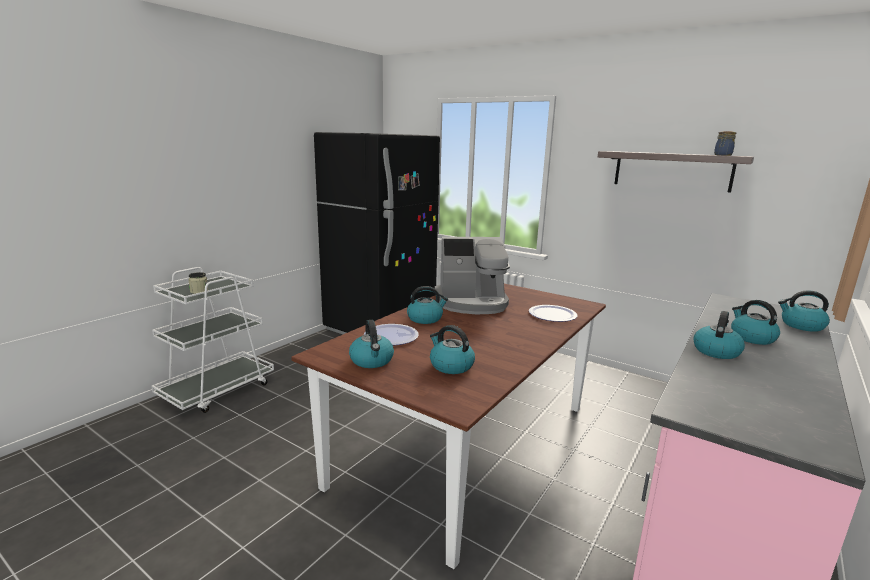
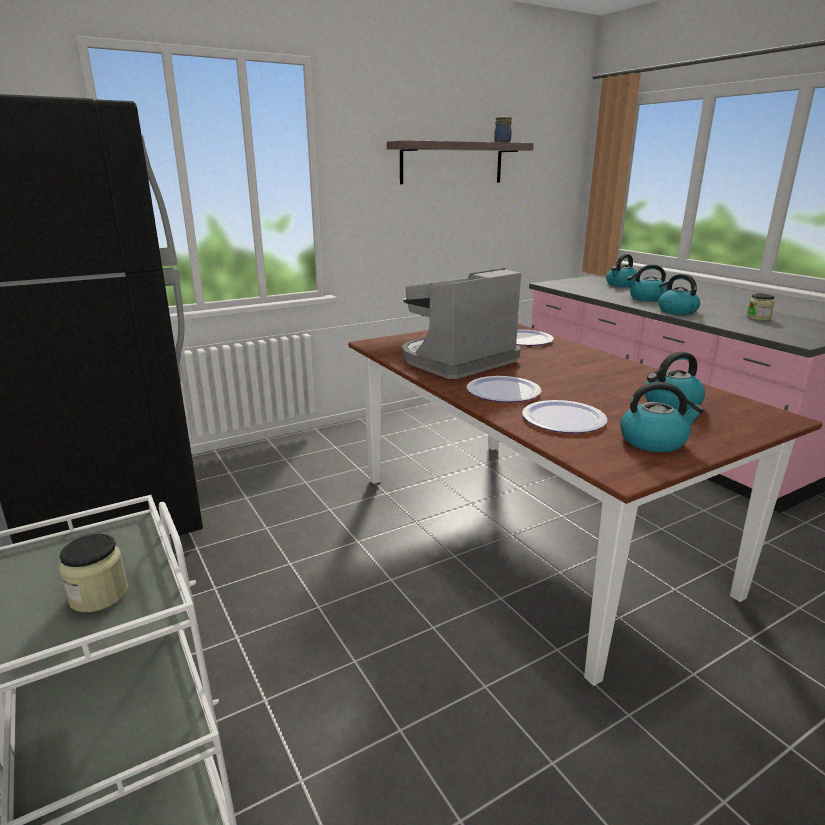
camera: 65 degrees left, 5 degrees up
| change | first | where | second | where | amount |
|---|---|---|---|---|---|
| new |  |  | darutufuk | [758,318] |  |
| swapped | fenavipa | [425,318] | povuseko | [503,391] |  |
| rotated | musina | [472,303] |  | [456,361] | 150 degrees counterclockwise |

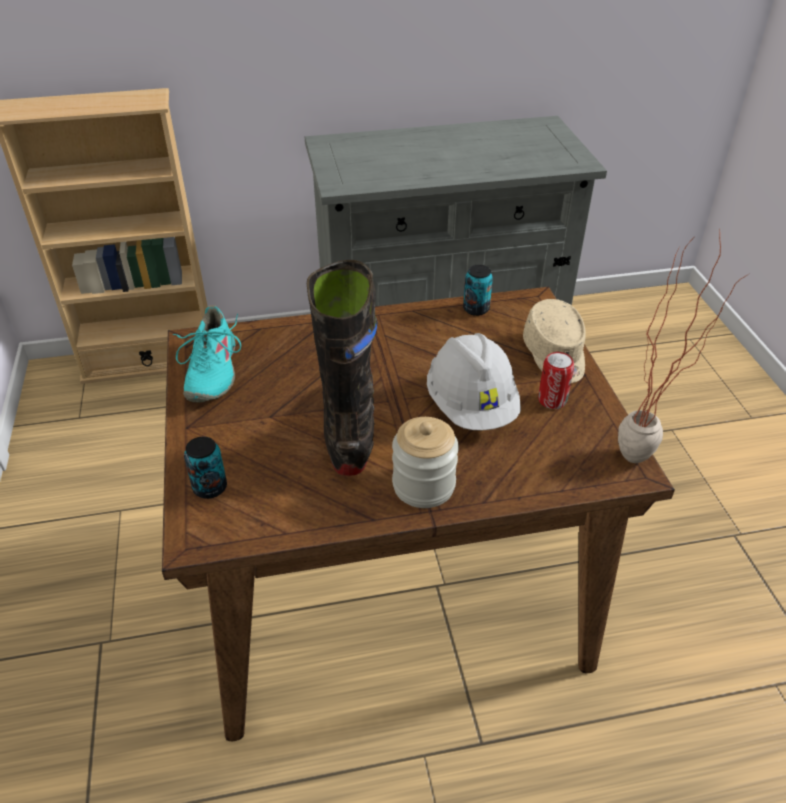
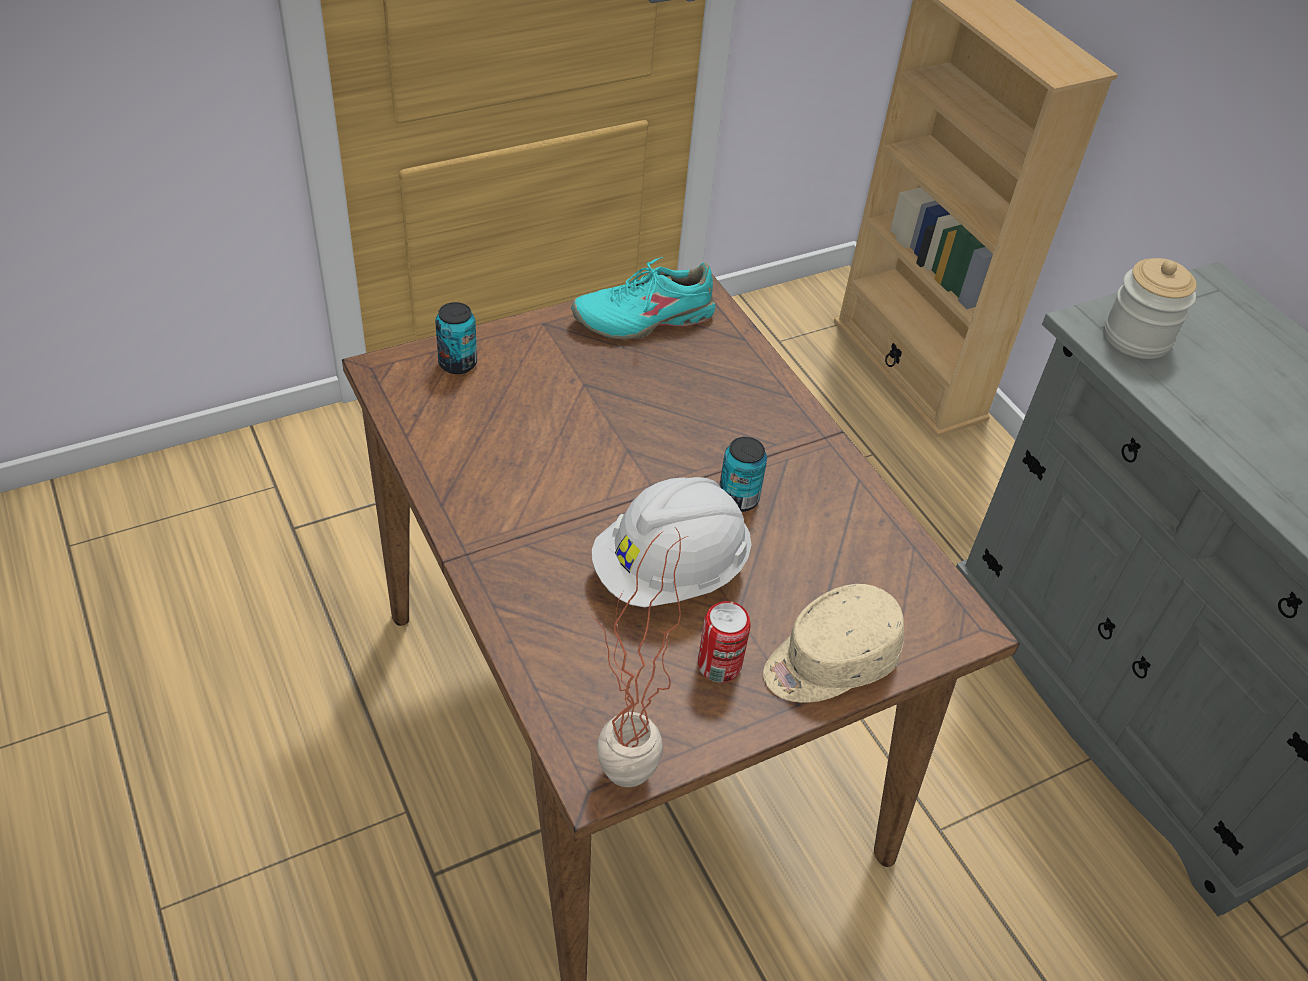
camera: 70 degrees right, 5 degrees up
| change | first | where | second | where | amount |
|---|---|---|---|---|---|
| gone | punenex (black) | [350,430] |  |  |  |
| shifted | darutufuk | [423,485] |  | [1136,338] |  |
| shifted | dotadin | [476,309] |  | [738,499] |  |

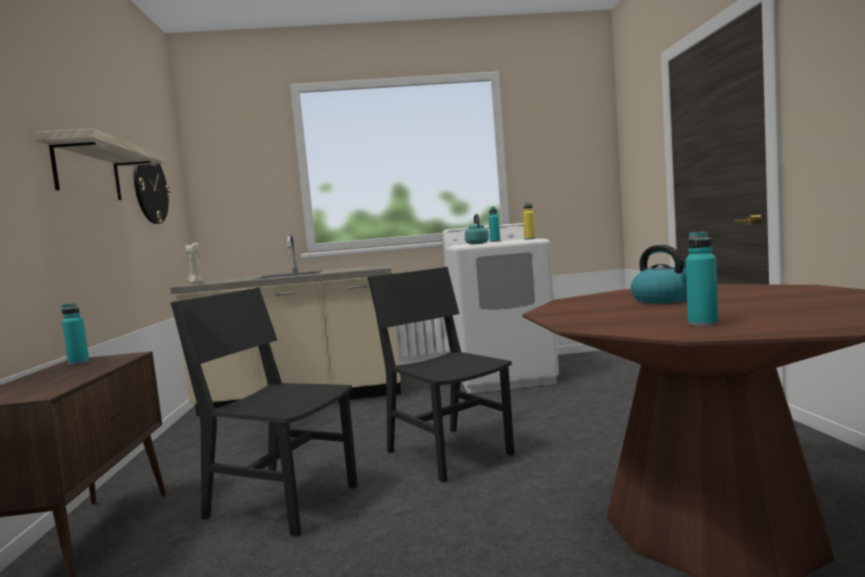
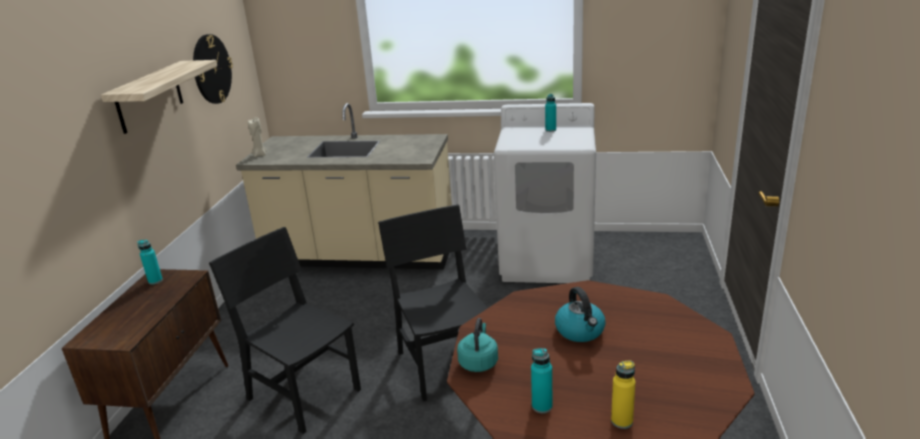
camera: 15 degrees right, 20 degrees up
| change | first | where | second | where | amount |
|---|---|---|---|---|---|
| shifted | fenavipa (turquoise) | [477,244] |  | [478,362] |  |
| shifted | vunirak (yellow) | [529,239] |  | [622,421] |  |

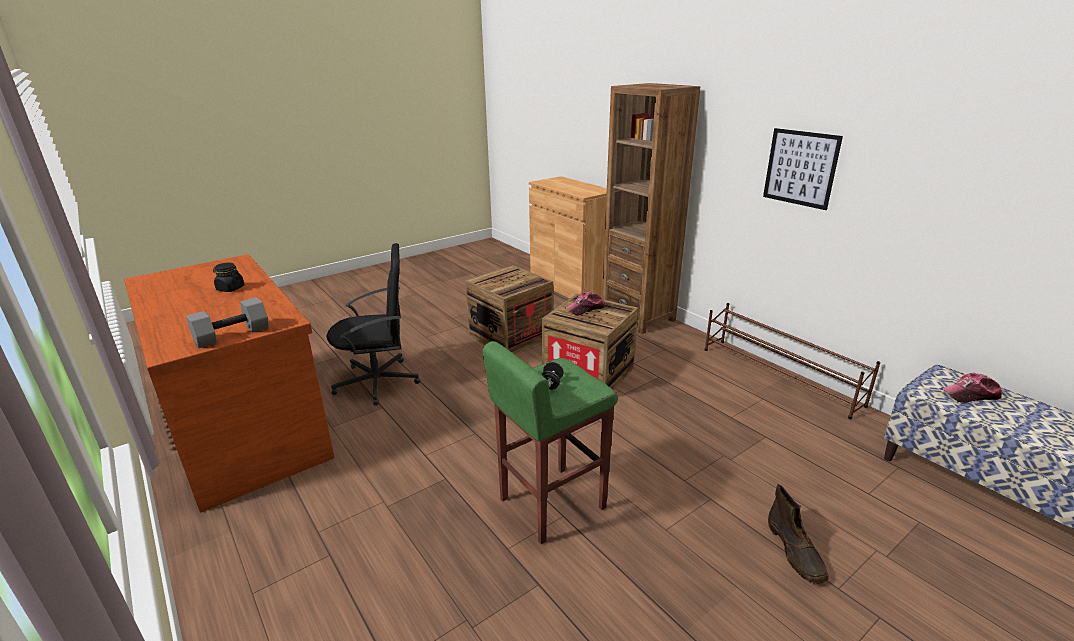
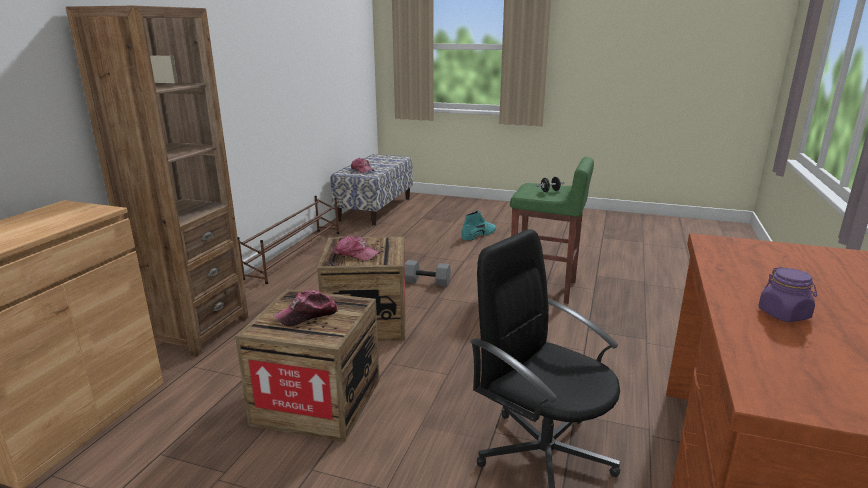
camera: 125 degrees left, 5 degrees down
| change | first | where | second | where | amount |
|---|---|---|---|---|---|
| gone | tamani | [800,168] |  |  |  |
| new |  |  | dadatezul | [307,315] |  |
| shifted | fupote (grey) | [232,335] |  | [427,282] |  |
| repainted | darutufuk (black) | [230,288] | darutufuk (purple) | [784,314] |  |
| repainted | punenex (brown) | [795,552] | punenex (turquoise) | [479,234] |  |

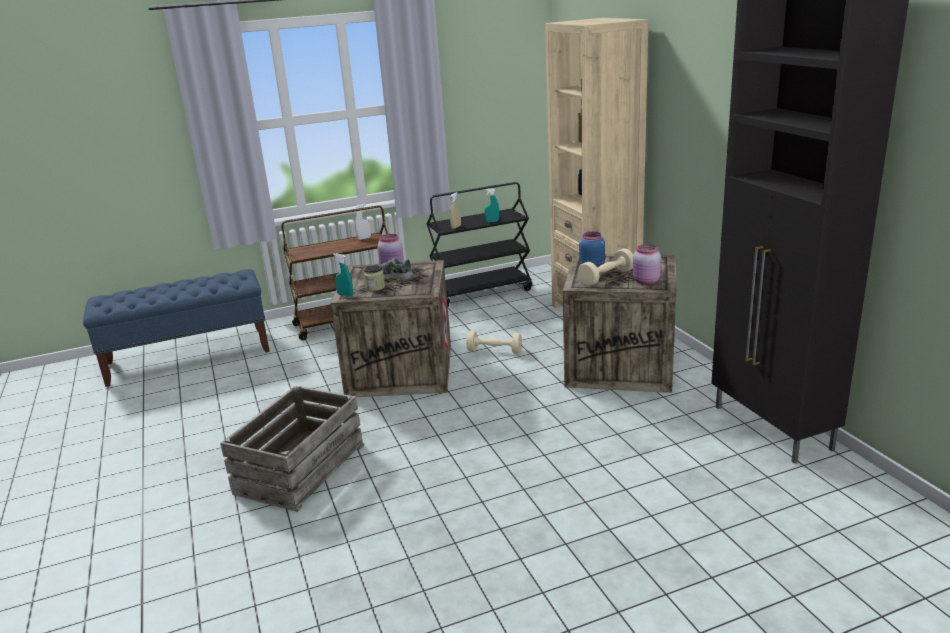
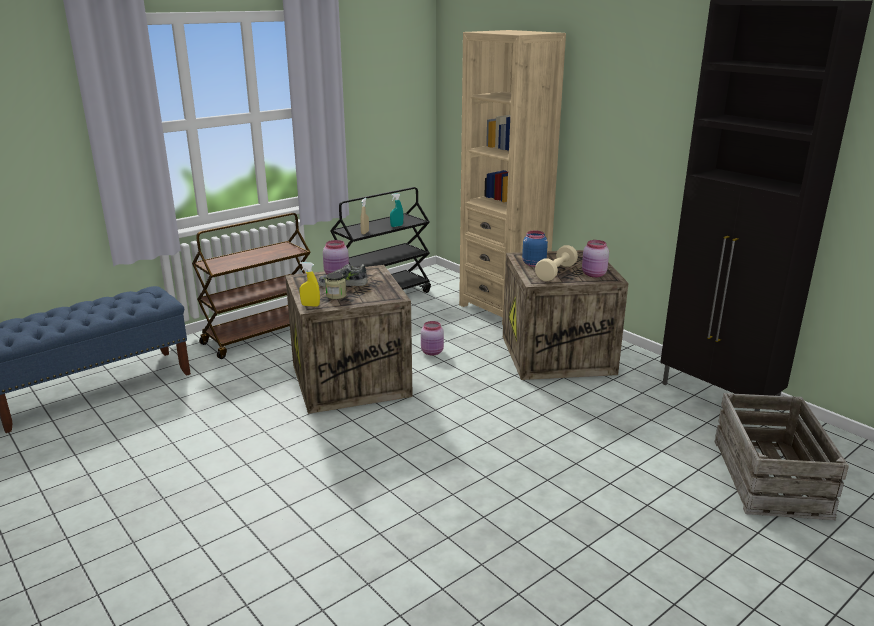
camera: 20 degrees left, 0 degrees up
| change | first | where | second | where | amount |
|---|---|---|---|---|---|
| gone | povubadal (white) | [364,238] |  |  |  |
| shifted | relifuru | [299,468] |  | [768,477] |  |
| swapped | fupote (beige) | [494,351] | darutufuk (pink) | [432,352] |  |
| repainted | povubadal (turquoise) | [345,295] | povubadal (yellow) | [310,305] |  |

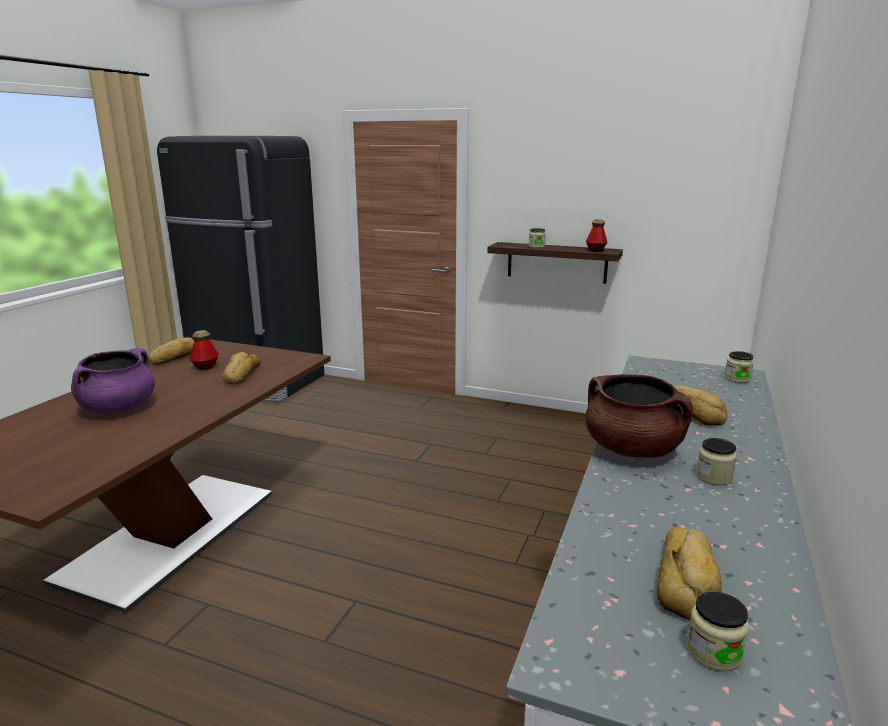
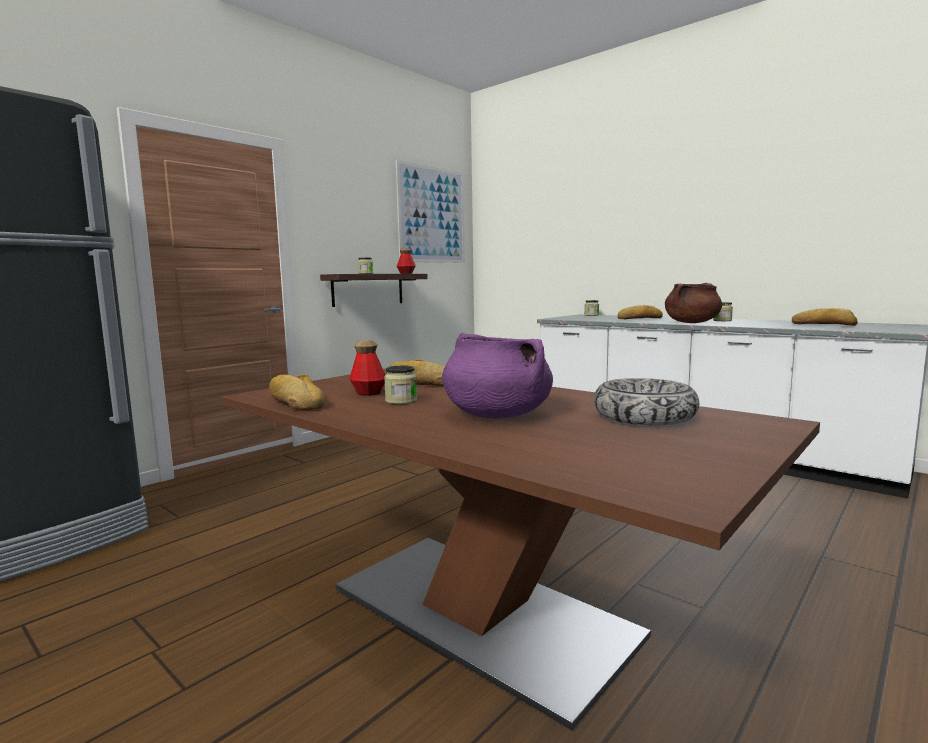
camera: 70 degrees left, 10 degrees down
| change | first | where | second | where | amount |
|---|---|---|---|---|---|
| new |  |  | tamani | [432,215] |  |
| new |  |  | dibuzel | [644,416] |  |
| shifted | darutufuk | [713,652] |  | [401,401] |  |

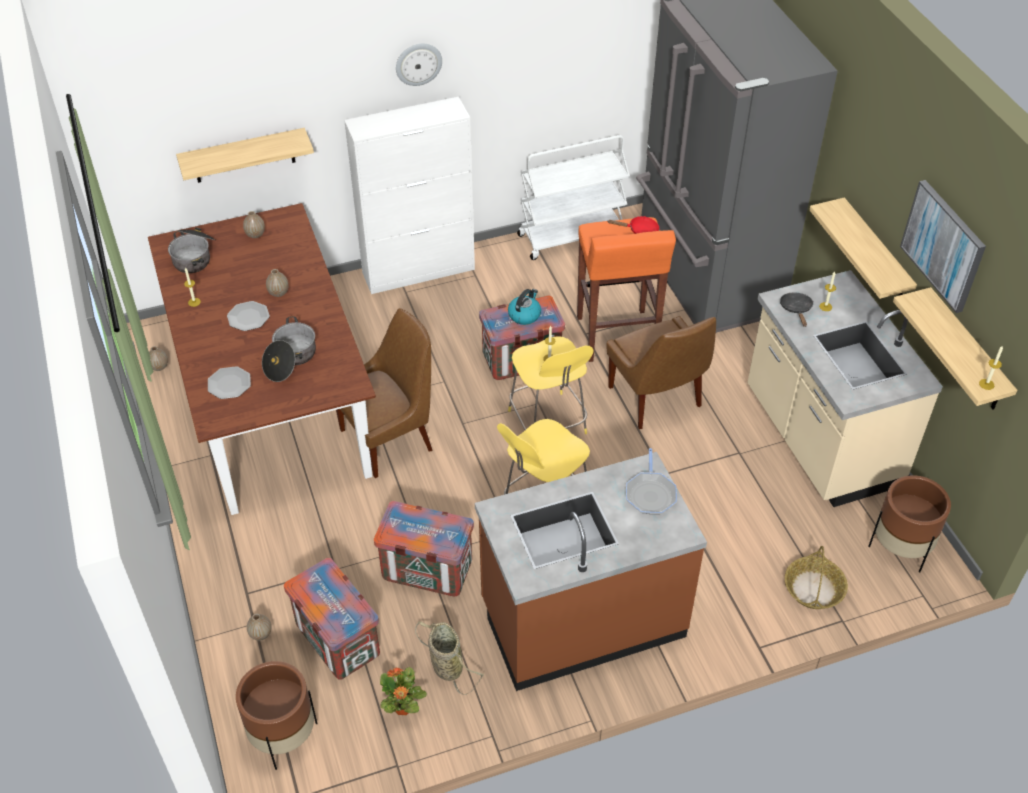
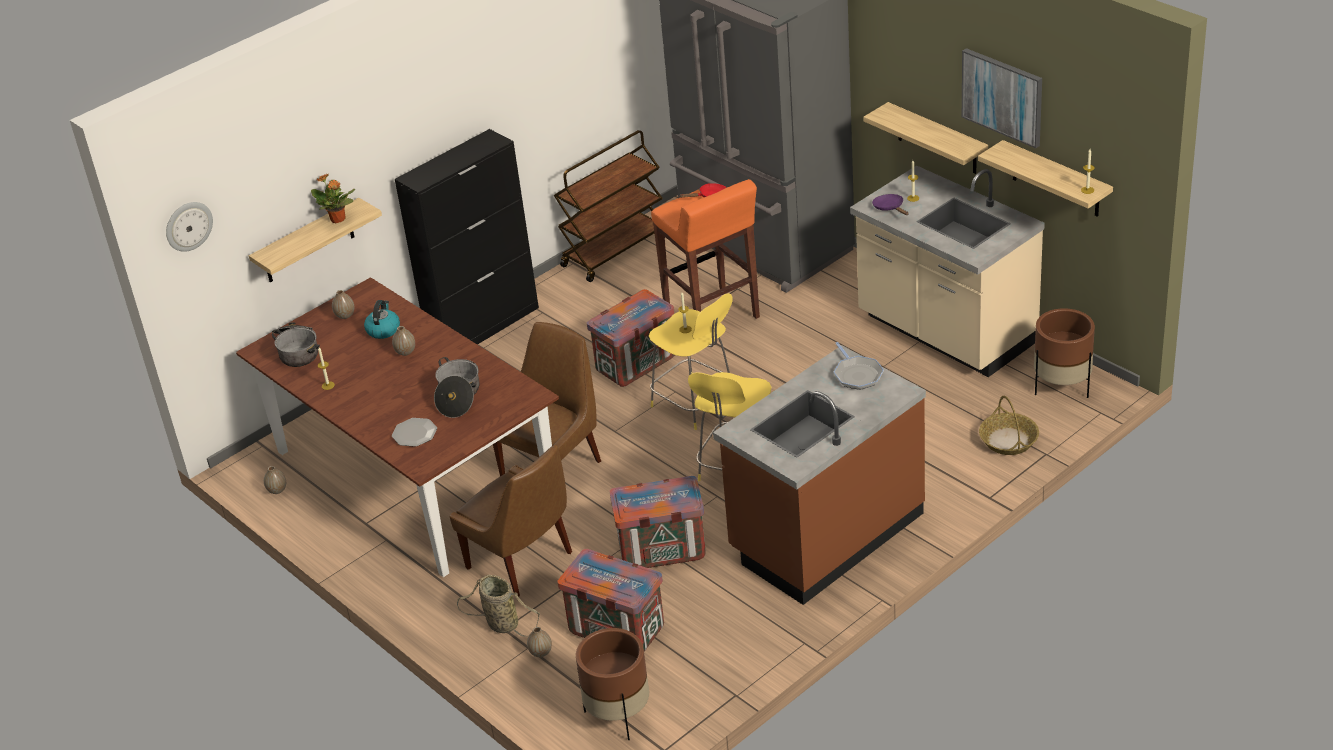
camera: 20 degrees left, 10 degrees down
| change | first | where | second | where | amount |
|---|---|---|---|---|---|
| gone | povuseko | [248,317] |  |  |  |
| shifted | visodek | [403,709] |  | [338,219] |  |
| shifted | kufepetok | [418,63] |  | [188,226] |  |
| shifted | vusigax | [446,665] |  | [500,623] |  |
| shifted | fenavipa | [524,315] |  | [383,330] |  |
| shifted | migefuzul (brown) | [656,399] |  | [522,562] |  |
| repainted | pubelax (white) | [419,271] | pubelax (black) | [484,326] |  |
| repainted | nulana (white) | [571,236] | nulana (brown) | [614,251] |  |
| repainted | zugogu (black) | [796,309] | zugogu (purple) | [890,208] |  |

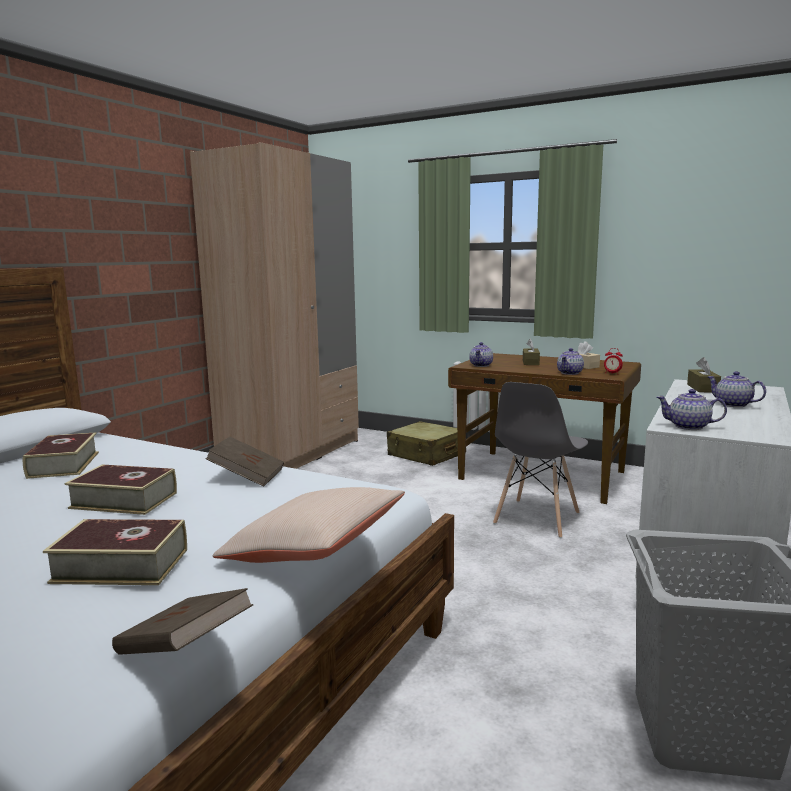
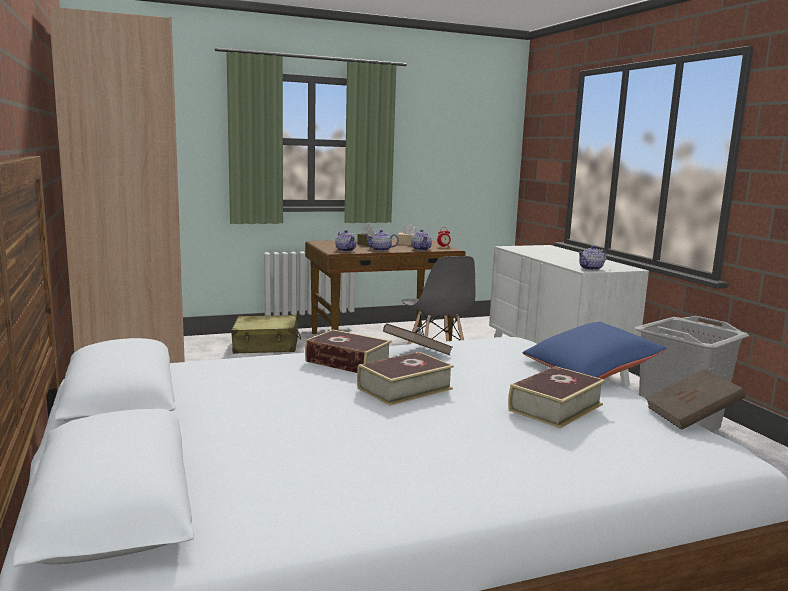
camera: 50 degrees left, 0 degrees up
| change | first | where | second | where | amount |
|---|---|---|---|---|---|
| gone | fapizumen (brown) | [702,388] |  |  |  |
| shifted | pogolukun | [64,464] |  | [348,362] |  |
| shifted | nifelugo | [732,404] |  | [380,250] |  |
| repainted | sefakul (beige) | [314,550] | sefakul (blue) | [589,370] |  |

